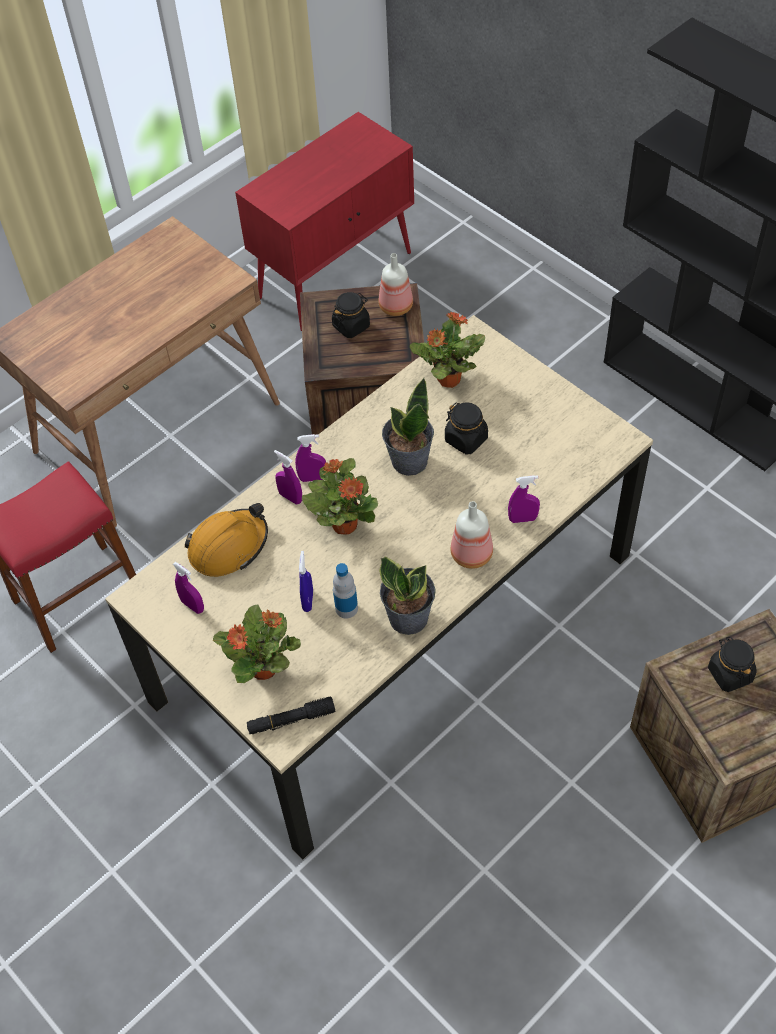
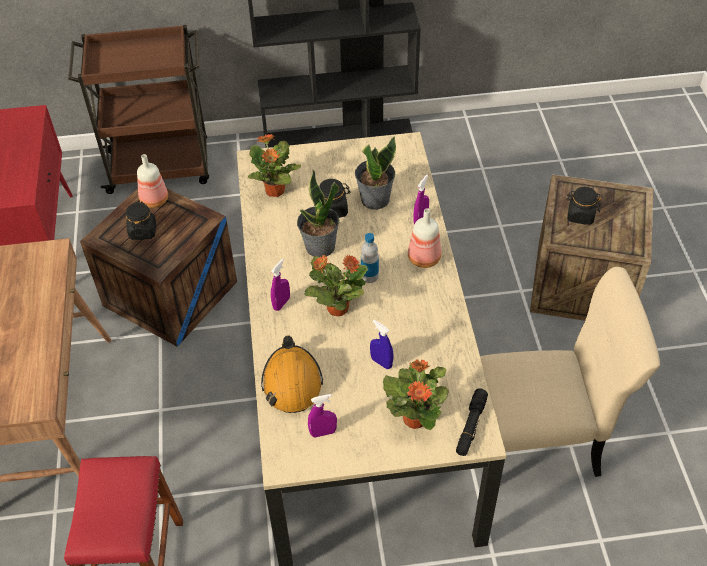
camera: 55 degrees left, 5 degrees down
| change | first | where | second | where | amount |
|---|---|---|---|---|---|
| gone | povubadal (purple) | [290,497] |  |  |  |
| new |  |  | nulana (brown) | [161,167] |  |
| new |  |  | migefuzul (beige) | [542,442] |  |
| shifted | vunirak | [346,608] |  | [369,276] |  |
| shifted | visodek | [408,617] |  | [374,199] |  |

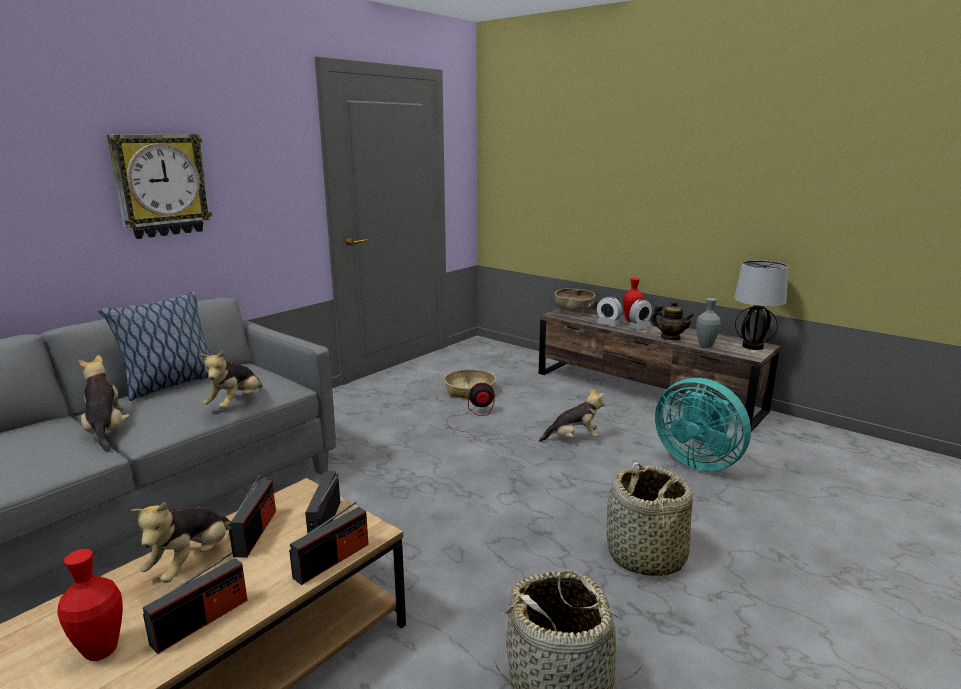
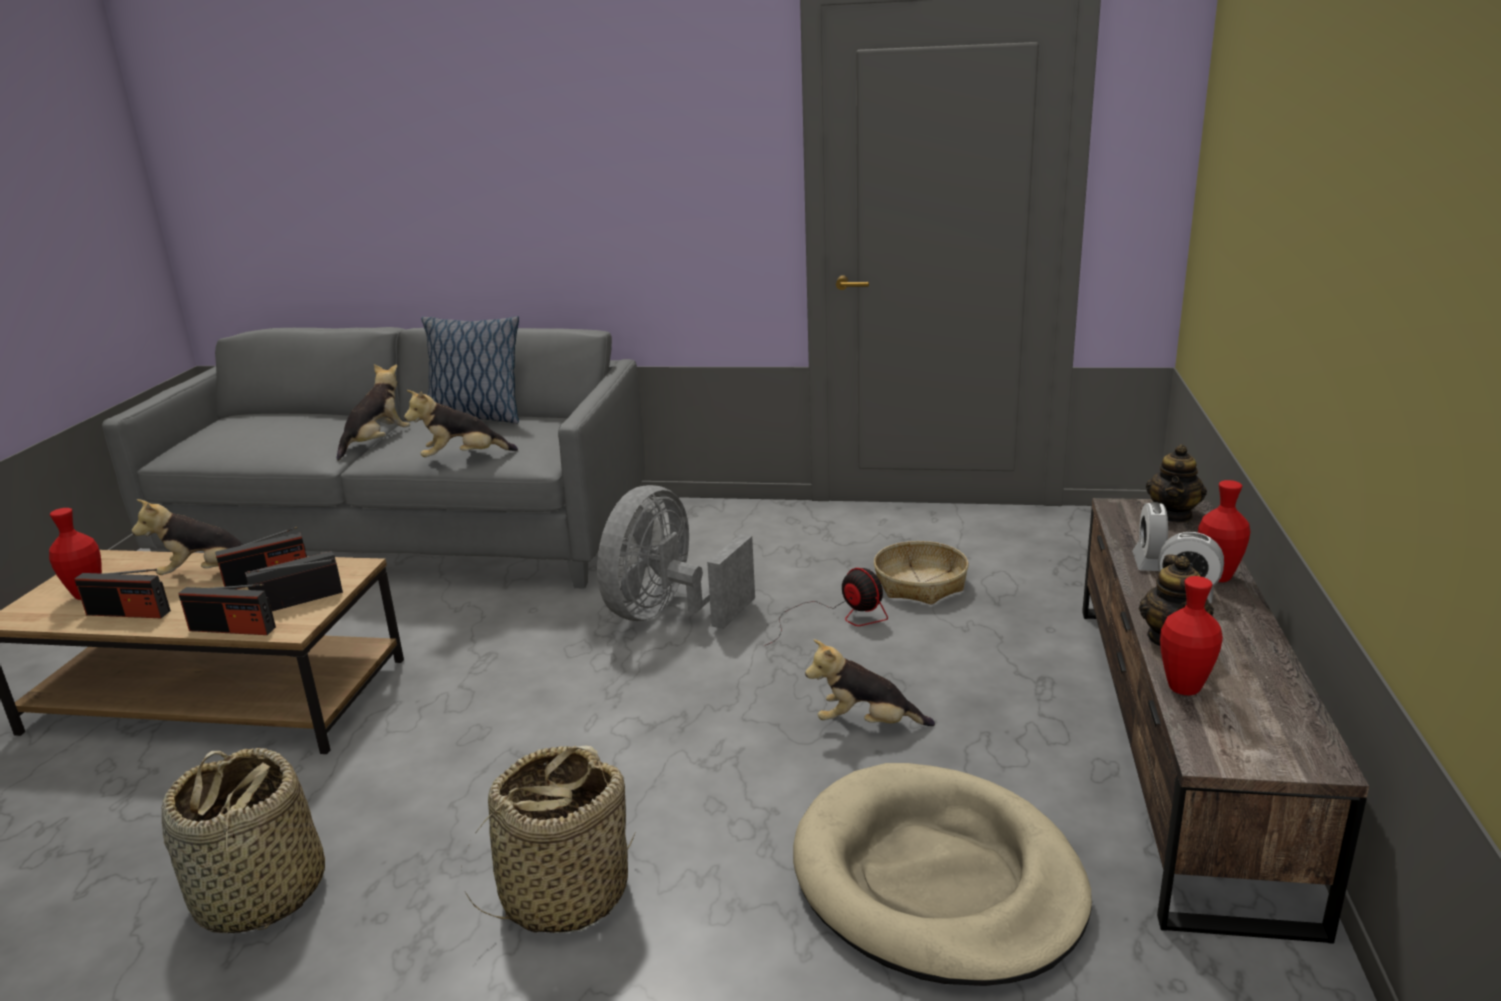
camera: 60 degrees right, 5 degrees up
| change | first | where | second | where | amount |
|---|---|---|---|---|---|
| gone | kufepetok | [161,185] |  |  |  |
| gone | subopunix | [753,347] |  |  |  |
| new |  |  | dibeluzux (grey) | [668,614] |  |
| swapped | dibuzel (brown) | [574,311] | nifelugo | [1173,515] |  |
| swapped | dibeluzux (turquoise) | [697,461] | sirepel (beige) | [937,880] |  |
| repainted | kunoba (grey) | [705,346] | kunoba (red) | [1184,688] |  |
| rotated | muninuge | [573,439] |  | [866,724] | 135 degrees clockwise |

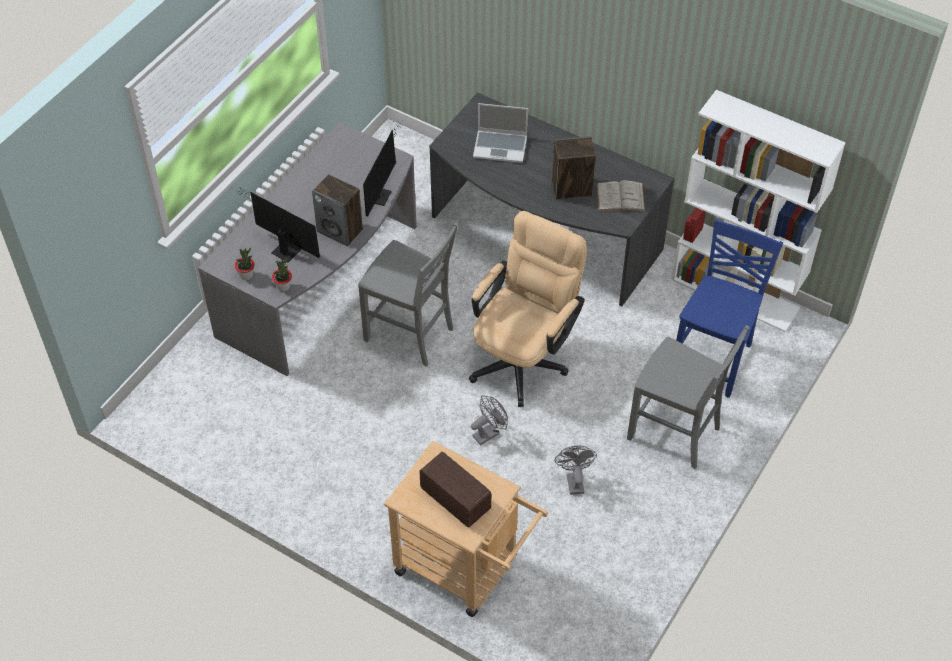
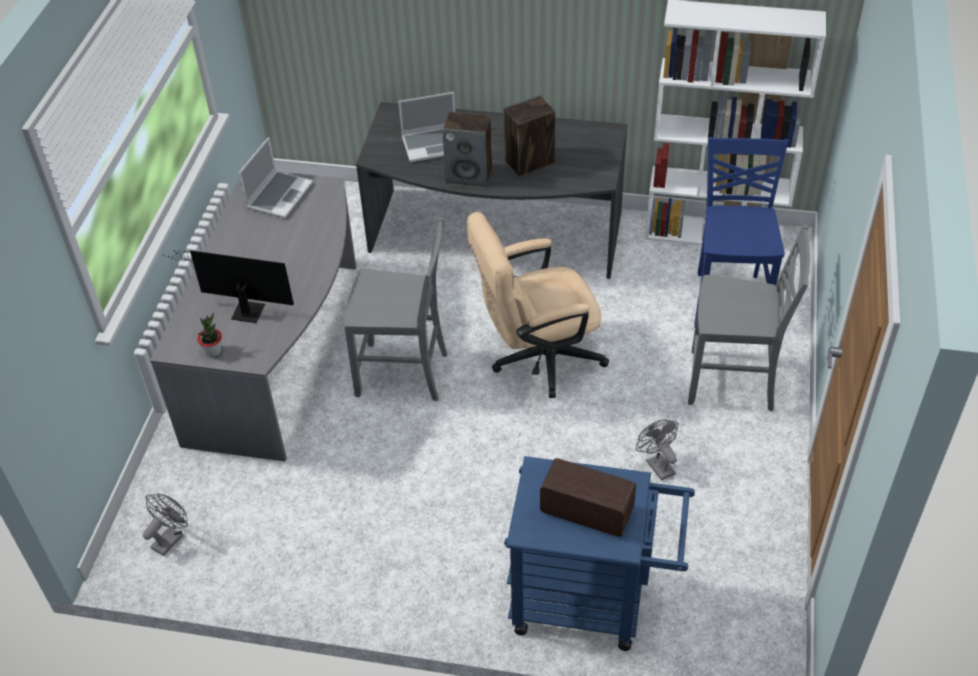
camera: 20 degrees left, 5 degrees down
| change | first | where | second | where | amount |
|---|---|---|---|---|---|
| gone | visodek | [283,287] |  |  |  |
| gone | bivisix | [380,193] |  |  |  |
| gone | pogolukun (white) | [620,197] |  |  |  |
| new |  |  | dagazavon | [279,195] |  |
| shifted | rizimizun | [340,230] |  | [469,175] |  |
| shifted | dibeluzux (grey) | [489,433] |  | [170,538] |  |
| repainted | nulana (beige) | [465,569] | nulana (blue) | [591,601] |  |
| rotated | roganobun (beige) | [524,357] |  | [537,358] | 120 degrees counterclockwise |

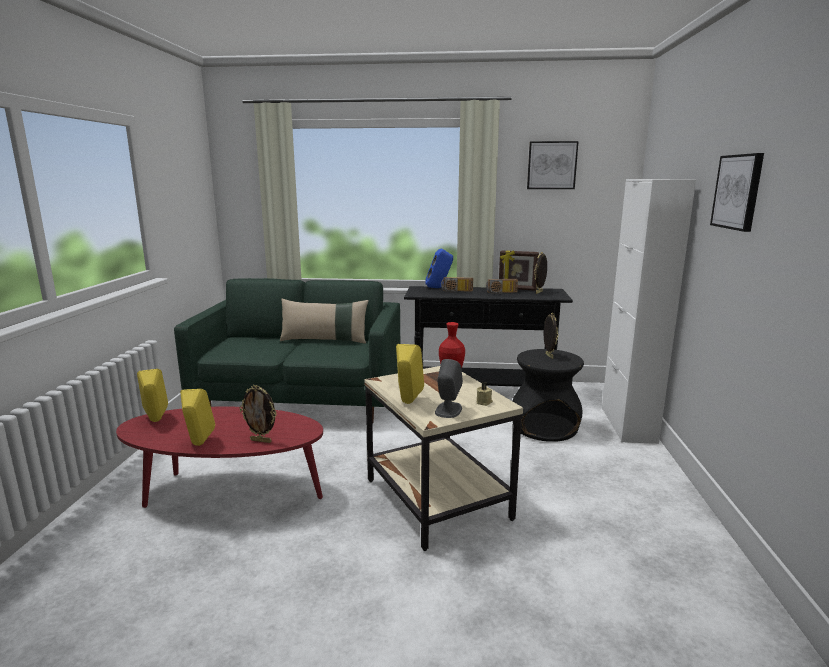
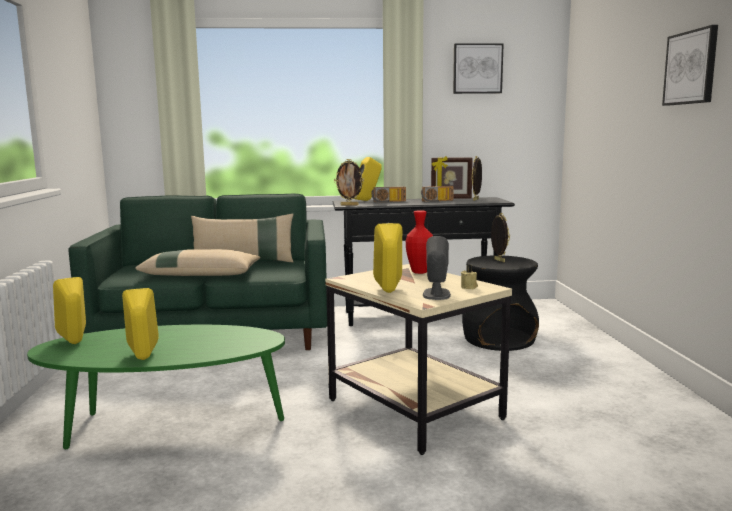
camera: 10 degrees left, 5 degrees down
| change | first | where | second | where | amount |
|---|---|---|---|---|---|
| gone | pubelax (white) | [628,425] |  |  |  |
| new |  |  | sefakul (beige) | [201,274] |  |
| shifted | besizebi | [261,441] |  | [349,205] |  |
| repainted | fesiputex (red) | [227,493] | fesiputex (green) | [166,426] |  |
| repainted | rizimizun (blue) | [439,288] | rizimizun (yellow) | [367,200] |  |

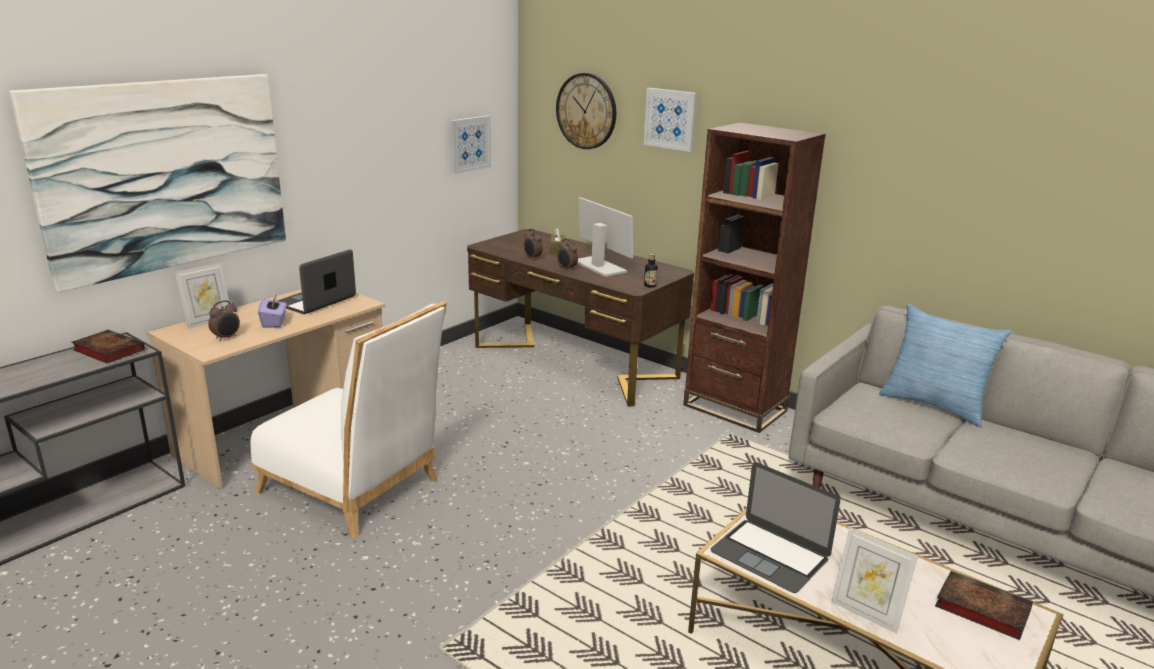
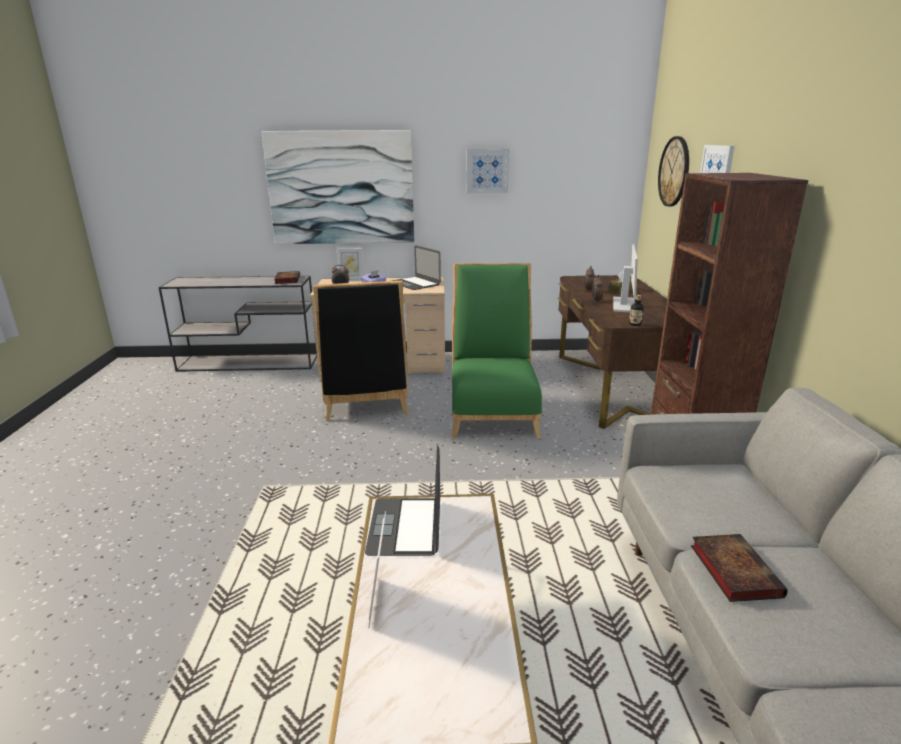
camera: 50 degrees right, 0 degrees up
| change | first | where | second | where | amount |
|---|---|---|---|---|---|
| gone | sefakul | [934,404] |  |  |  |
| new |  |  | migefuzul (green) | [492,411] |  |
| shifted | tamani | [469,144] |  | [487,171] |  |
| shifted | pogolukun | [979,608] |  | [732,569] |  |
| repainted | migefuzul (white) | [356,490] | migefuzul (black) | [365,401] |  |
| rotated | dagazavon | [314,300] |  | [415,283] | 120 degrees counterclockwise |

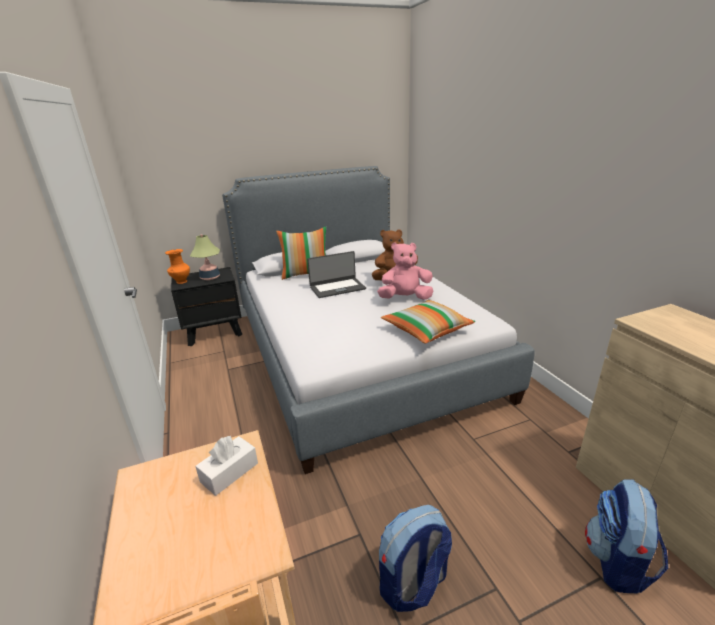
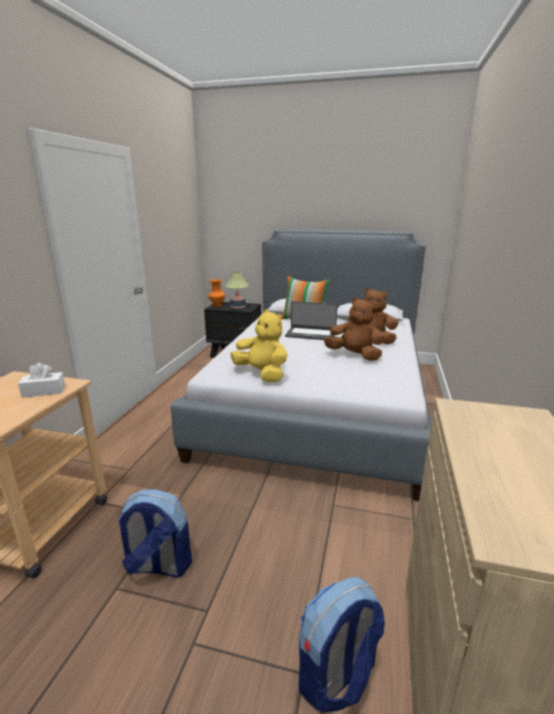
camera: 35 degrees right, 5 degrees down
| change | first | where | second | where | amount |
|---|---|---|---|---|---|
| gone | sefakul | [426,330] |  |  |  |
| new |  |  | muninuge (yellow) | [262,374] |  |
| repainted | muninuge (pink) | [405,298] | muninuge (brown) | [355,355] |  |

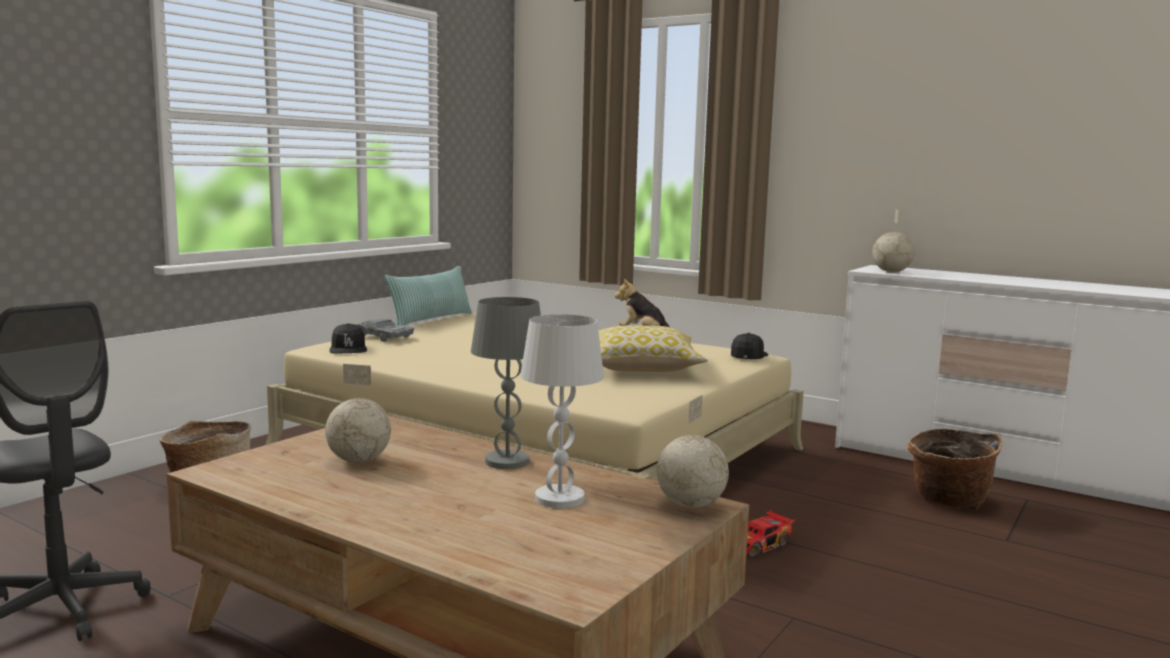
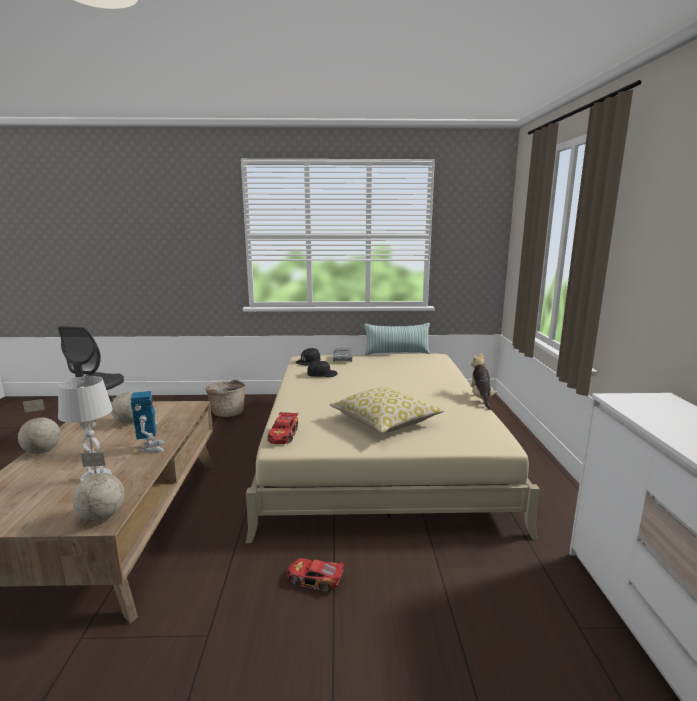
camera: 55 degrees right, 5 degrees up
| change | first | where | second | where | amount |
|---|---|---|---|---|---|
| gone | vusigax | [948,501] |  |  |  |
| new |  |  | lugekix | [284,435] |  |
| shifted | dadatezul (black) | [748,356] |  | [322,374] |  |
| shifted | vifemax | [891,272] |  | [43,451] |  |
| swapped | subopunix (grey) | [506,461] | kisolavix | [151,448] |  |

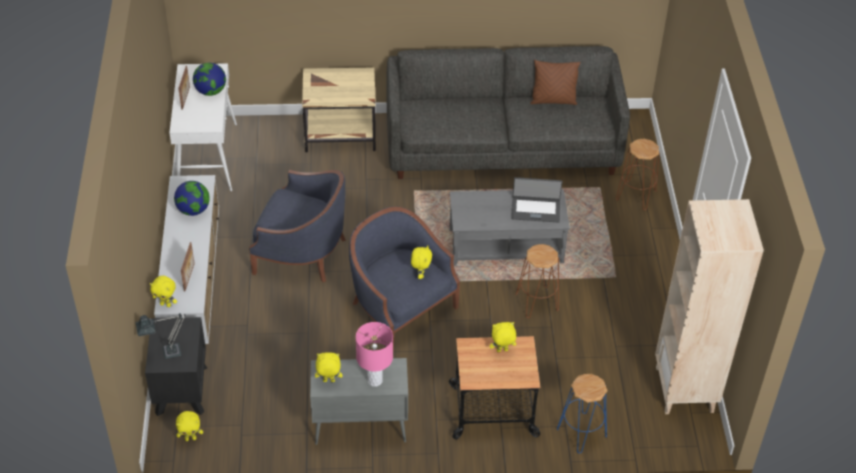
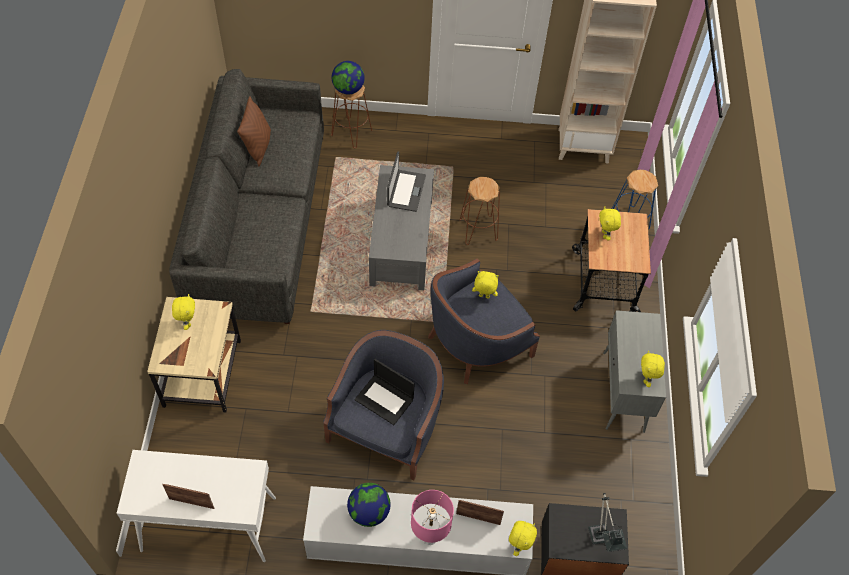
camera: 85 degrees left, 10 degrees up
| change | first | where | second | where | amount |
|---|---|---|---|---|---|
| new |  |  | dagazavon | [385,399] |  |
| shifted | muninuge (yellow) | [190,438] |  | [187,322] |  |
| shifted | vifemax | [211,91] |  | [348,89] |  |
| shifted | subopunix (pink) | [375,380] |  | [429,537] |  |

